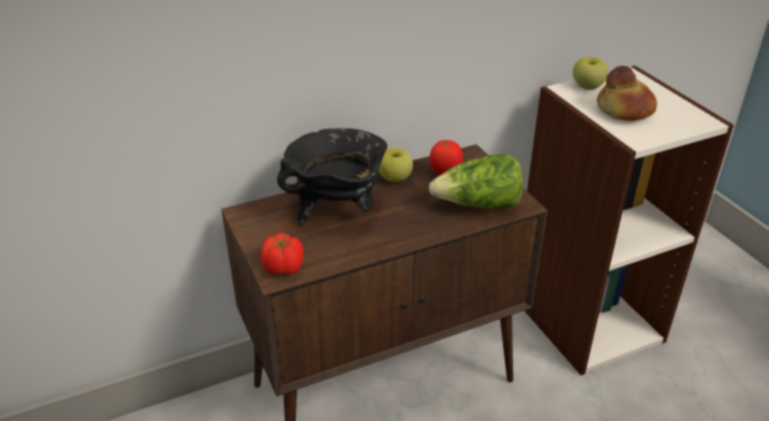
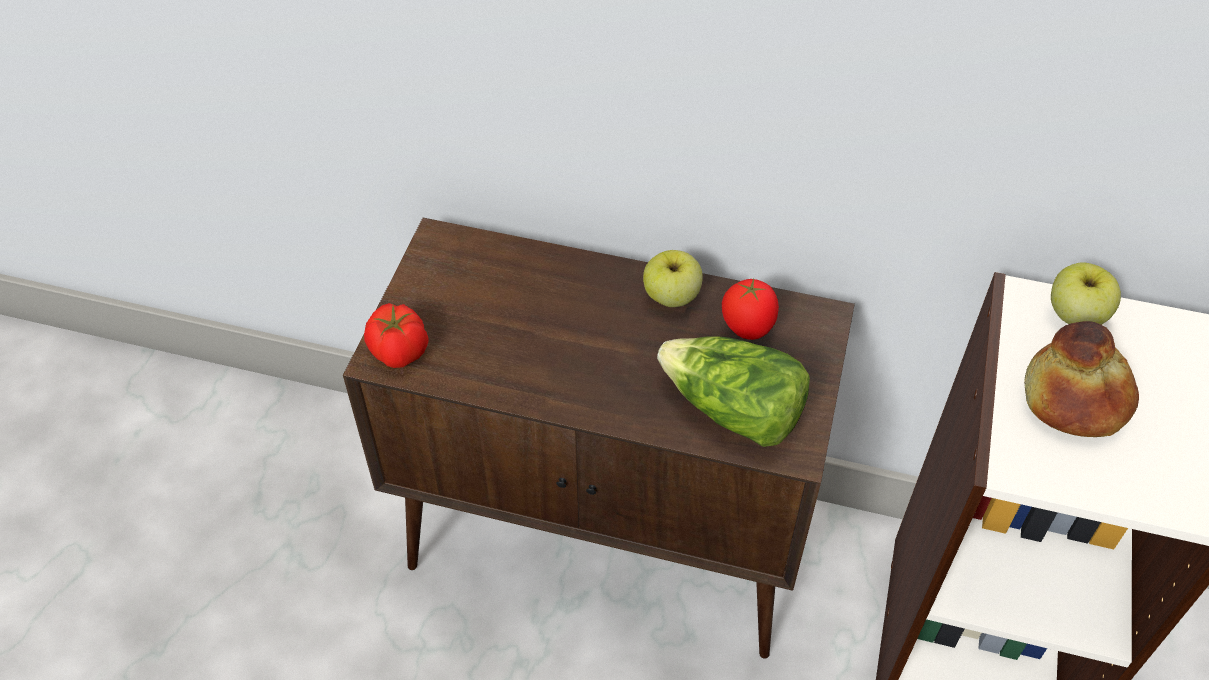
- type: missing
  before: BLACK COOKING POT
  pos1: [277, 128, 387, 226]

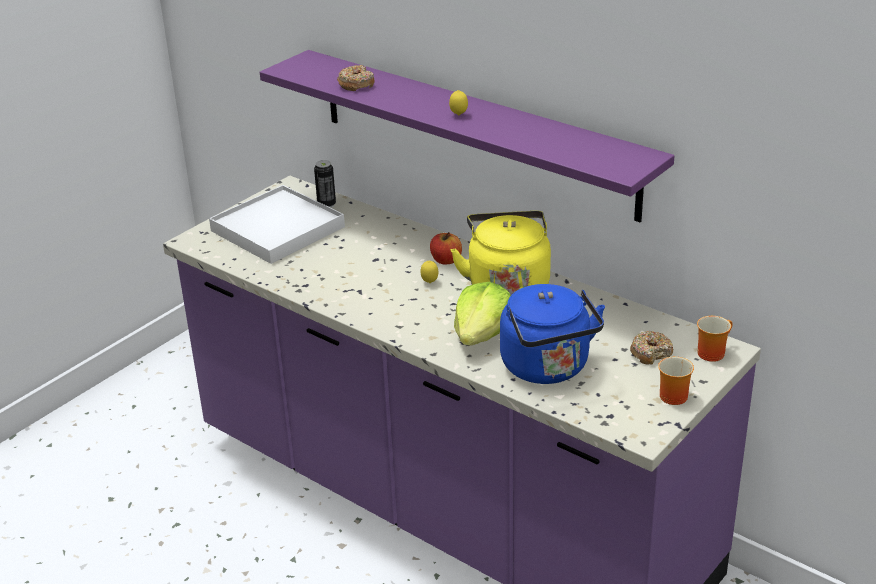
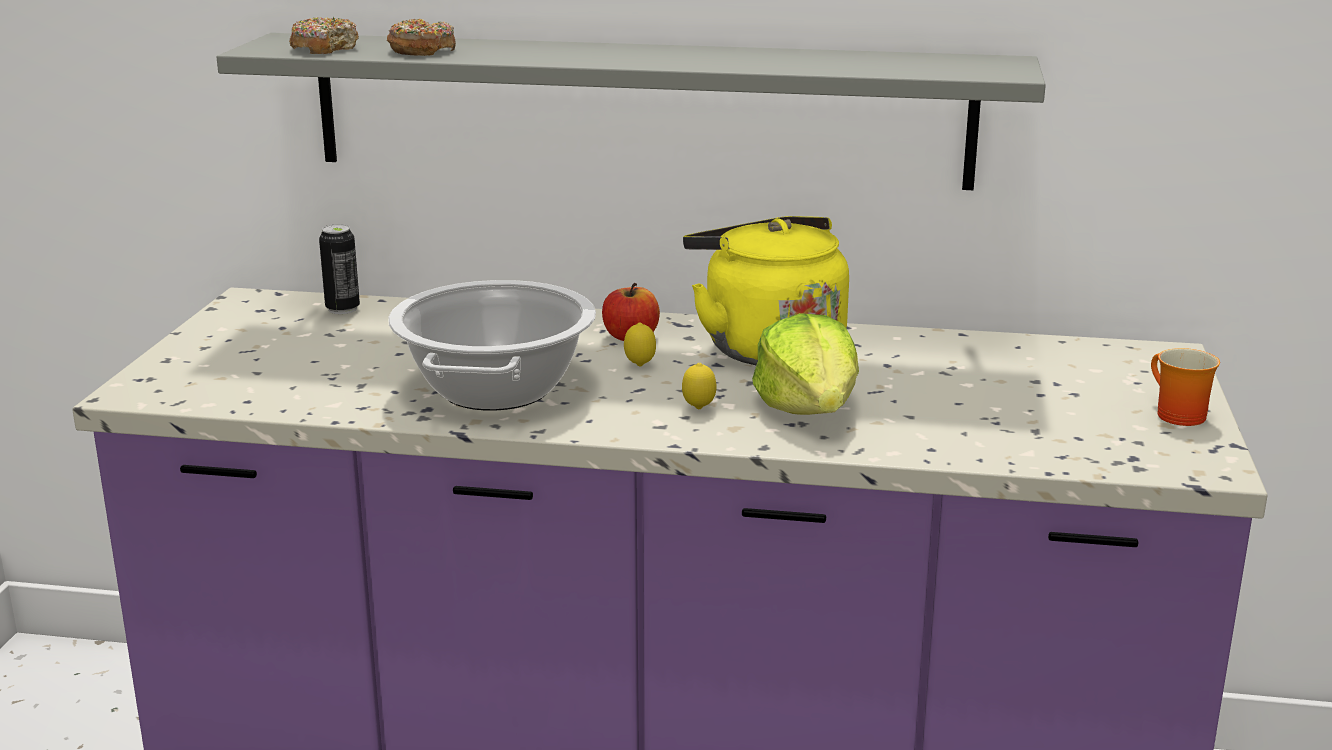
- type: colour
  before: PURPLE SHELF
  after: GREY SHELF
  pos1: [260, 50, 674, 222]
  pos2: [216, 33, 1046, 190]
- type: relocated
  before: DONUT
  pos1: [630, 331, 673, 365]
  pos2: [289, 17, 359, 54]
- type: appeared
  after: COOKING POT
  pos2: [388, 280, 596, 411]
- type: relocated
  before: LEMON
  pos1: [449, 90, 468, 116]
  pos2: [682, 363, 717, 409]
- type: missing
  before: WHITE TRAY
  pos1: [209, 185, 345, 264]
- type: missing
  before: BLUE KETTLE
  pos1: [500, 284, 605, 384]
- type: missing
  before: MUG
  pos1: [697, 316, 733, 362]

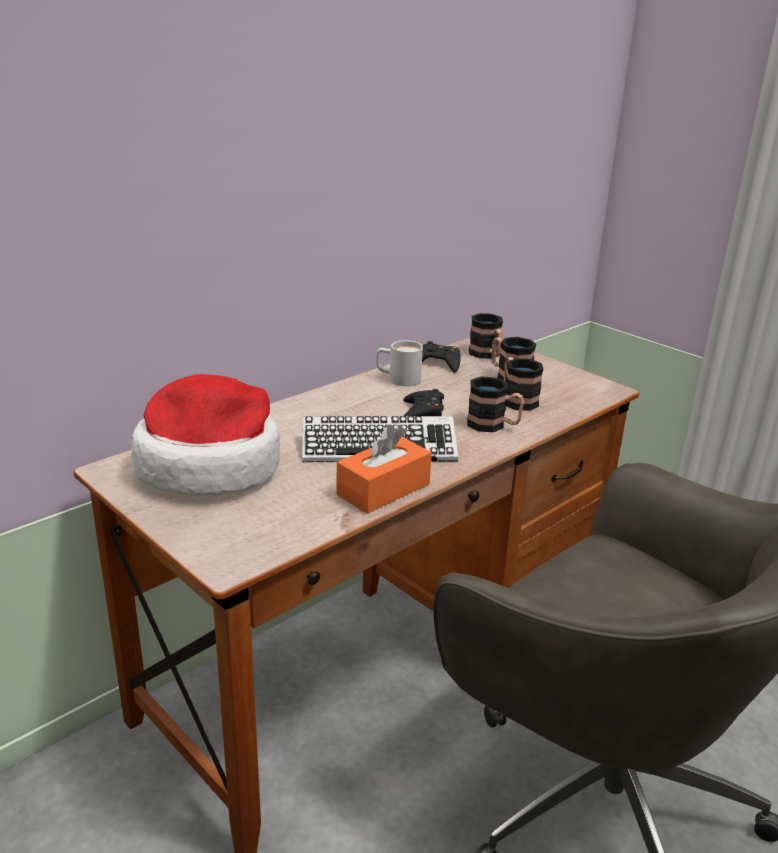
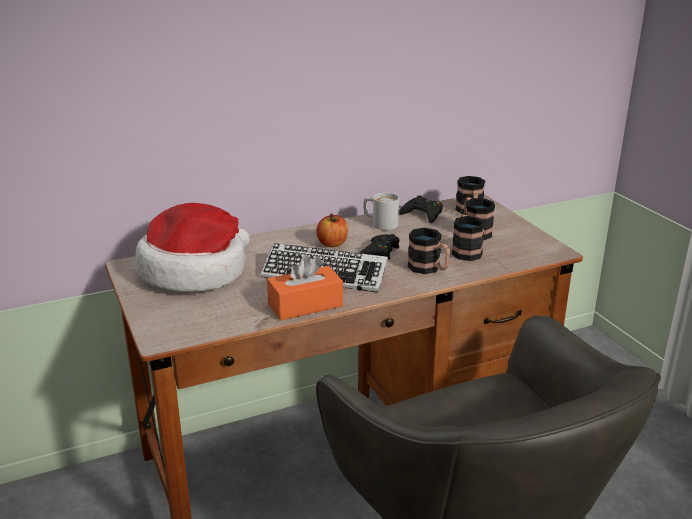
- type: appeared
  after: APPLE
  pos2: [316, 214, 348, 247]

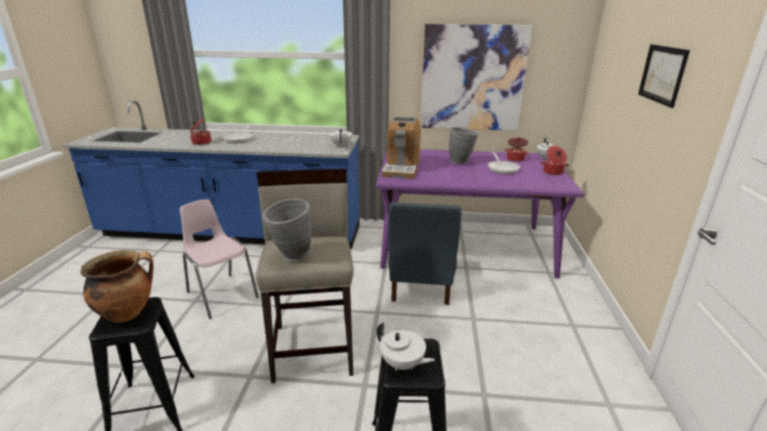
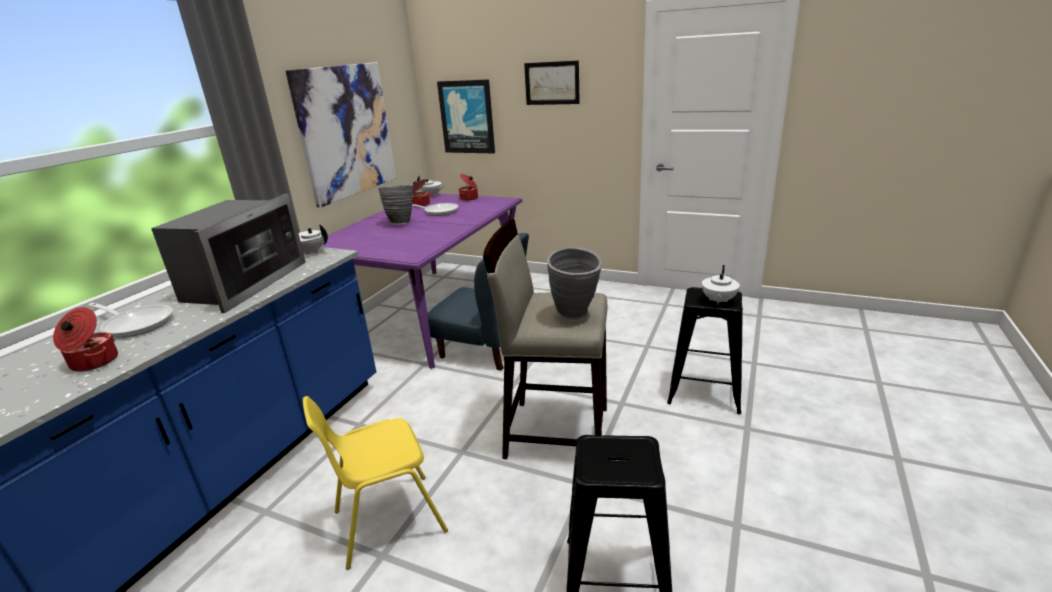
- type: appeared
  after: MICROWAVE
  pos2: [151, 194, 306, 313]
- type: colour
  before: PINK CHAIR
  after: YELLOW CHAIR
  pos1: [180, 199, 259, 319]
  pos2: [303, 396, 448, 570]
- type: appeared
  after: PICTURE
  pos2: [437, 79, 495, 153]
- type: spun
  before: WHITE TEAPOT
  pos1: [376, 322, 435, 371]
  pos2: [702, 265, 740, 305]
  turn: 150
- type: missing
  before: COOKING POT
  pos1: [81, 250, 154, 323]
- type: missing
  before: COFFEE MACHINE
  pos1: [382, 117, 421, 179]

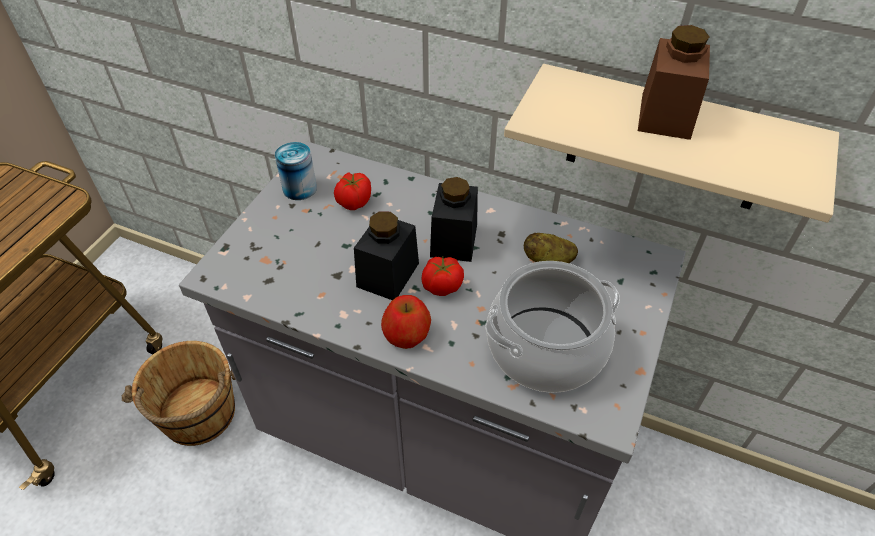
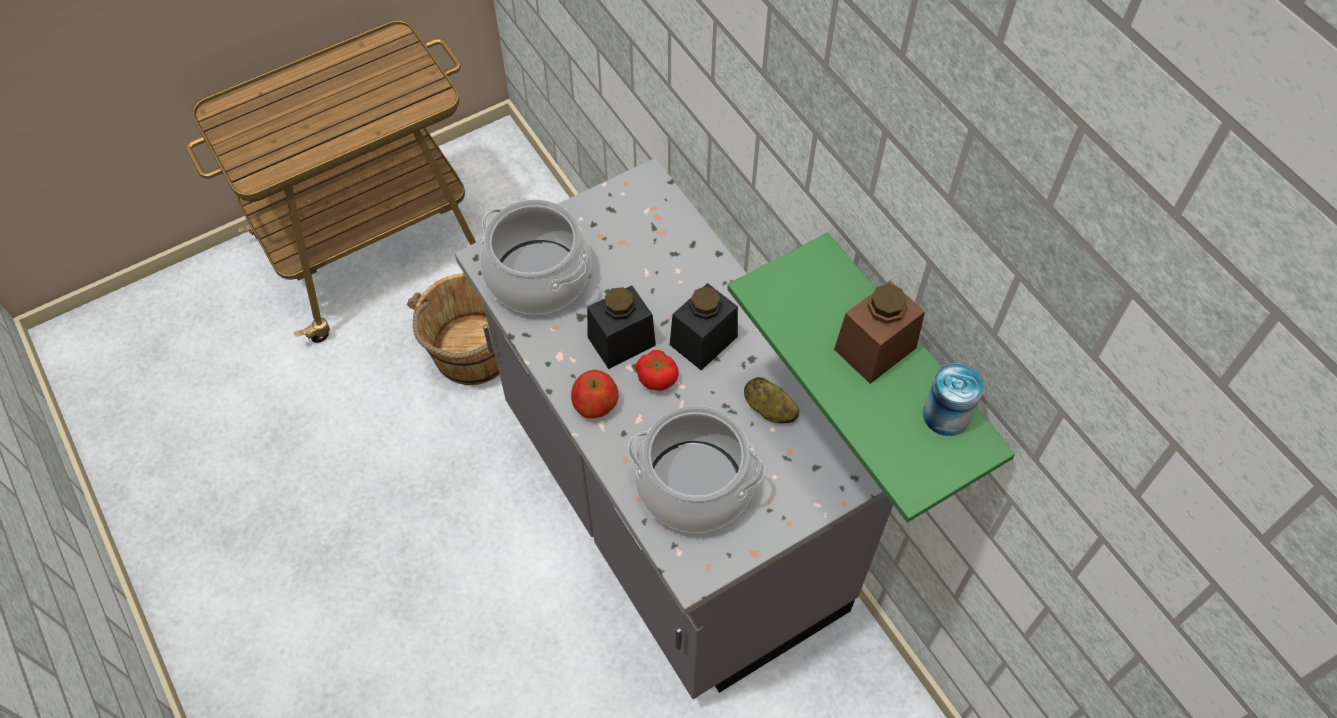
- type: appeared
  after: COOKING POT
  pos2: [480, 199, 591, 314]
- type: colour
  before: BEIGE SHELF
  after: GREEN SHELF
  pos1: [504, 64, 839, 223]
  pos2: [727, 233, 1015, 523]
- type: relocated
  before: CAN
  pos1: [275, 142, 317, 200]
  pos2: [923, 363, 984, 436]
- type: missing
  before: TOMATO
  pos1: [334, 172, 371, 210]

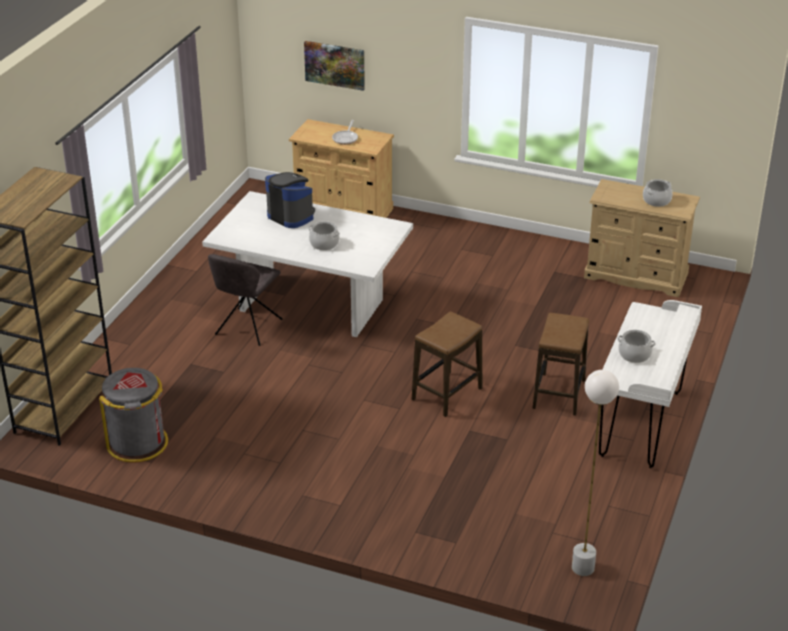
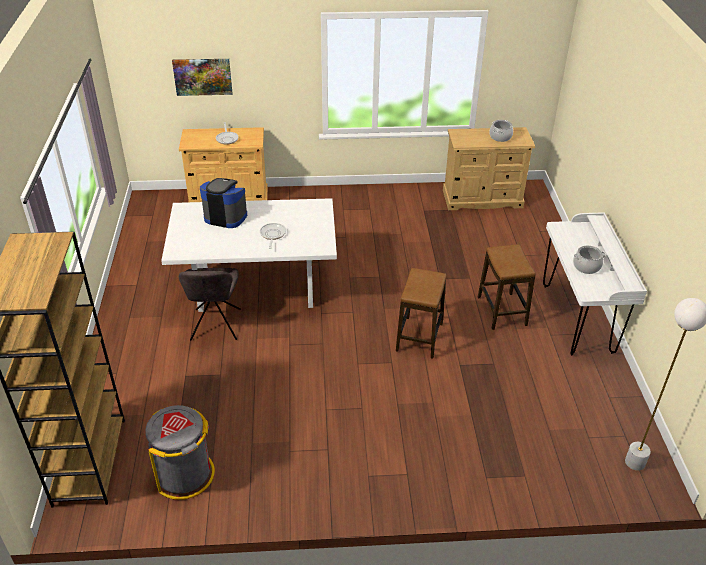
- type: exchanged
  before: COOKING POT
  after: FRYING PAN
  pos1: [308, 221, 340, 250]
  pos2: [260, 223, 286, 249]

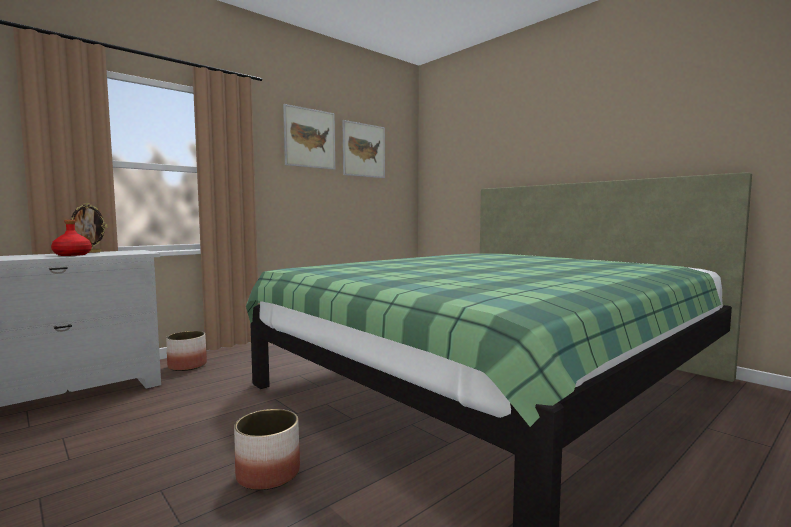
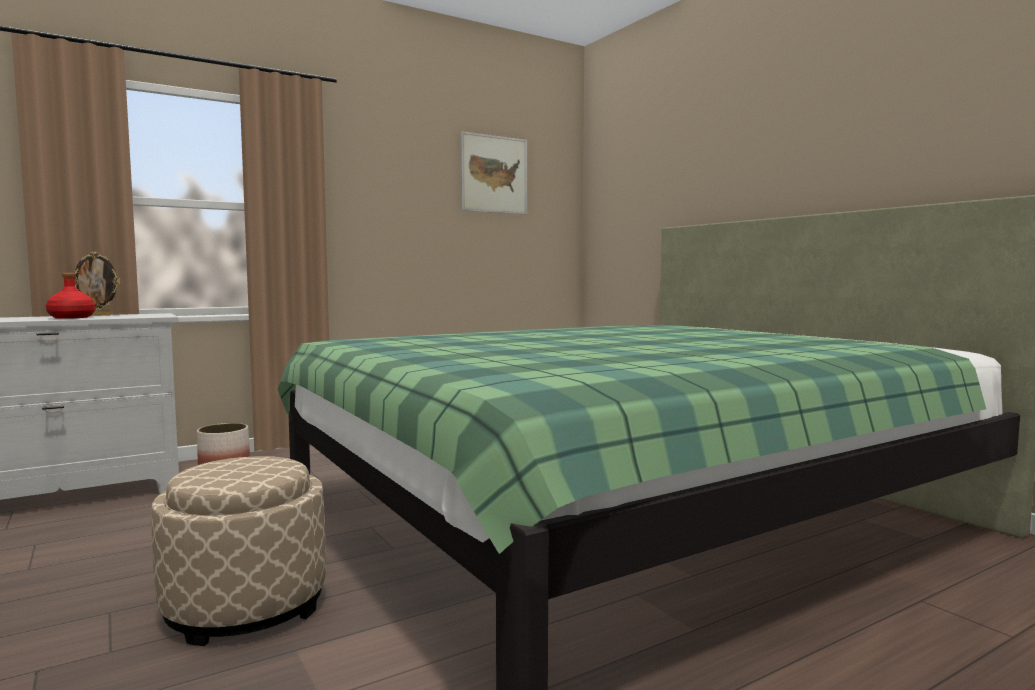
- type: exchanged
  before: PLANTER
  after: BEIGE OTTOMAN
  pos1: [234, 409, 300, 490]
  pos2: [151, 456, 326, 646]
- type: missing
  before: PICTURE
  pos1: [283, 104, 335, 170]

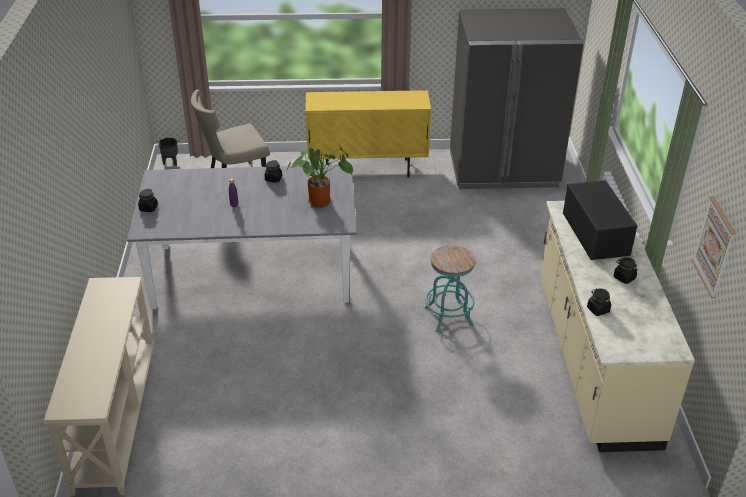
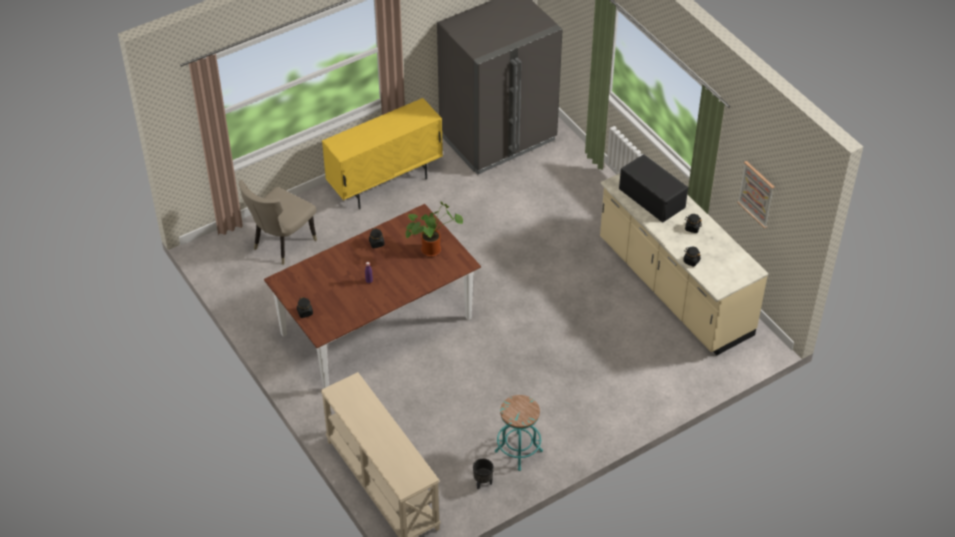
- type: colour
  before: GREY DINING TABLE
  after: BROWN DINING TABLE
  pos1: [127, 165, 357, 309]
  pos2: [264, 204, 481, 389]
- type: relocated
  before: BLACK PLANTER
  pos1: [159, 137, 178, 166]
  pos2: [473, 459, 493, 489]
- type: relocated
  before: TURQUOISE STOOL
  pos1: [425, 245, 475, 332]
  pos2: [495, 395, 543, 471]

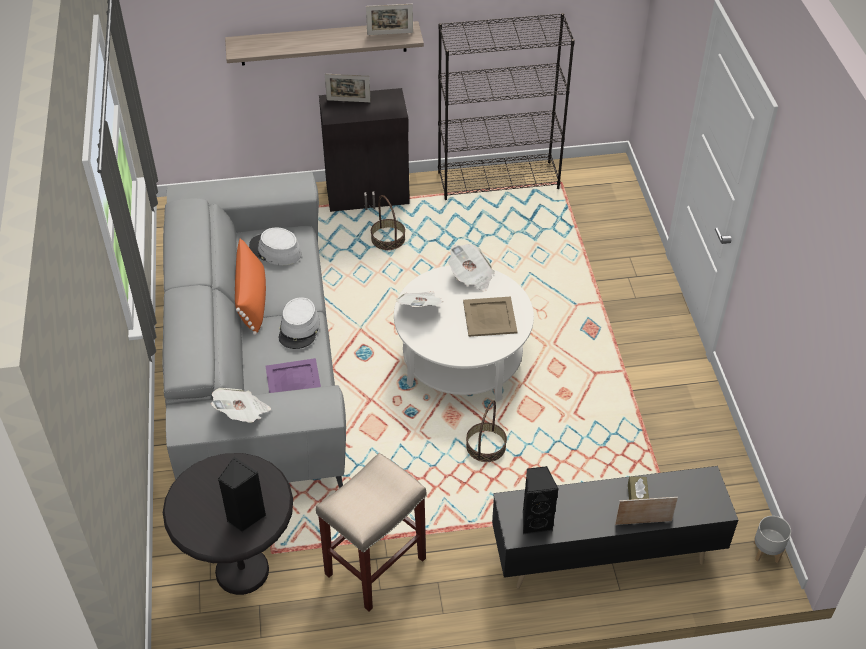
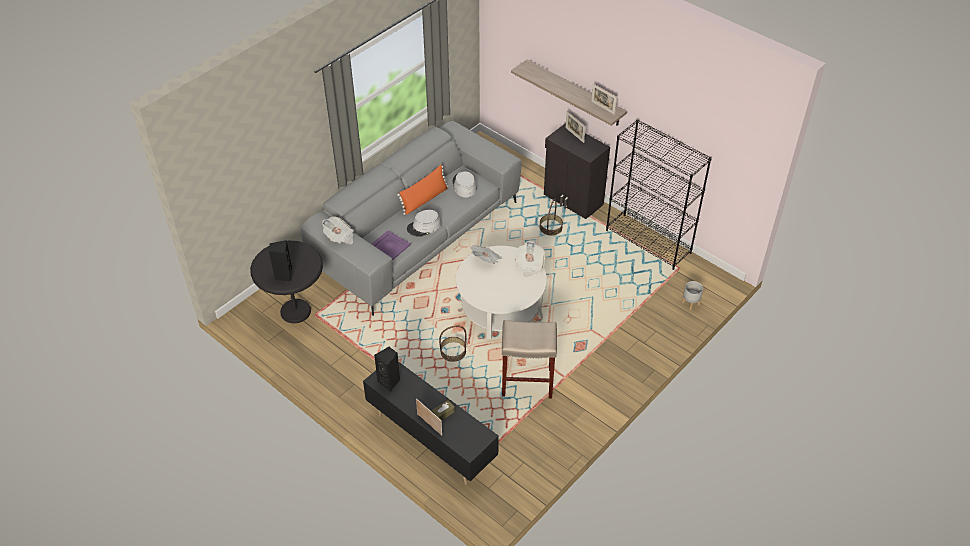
- type: relocated
  before: BEIGE STOOL
  pos1: [316, 453, 426, 611]
  pos2: [502, 320, 557, 399]
- type: relocated
  before: GREY PLANTER
  pos1: [754, 516, 791, 563]
  pos2: [682, 281, 703, 310]
- type: missing
  before: BEIGE TRAY
  pos1: [463, 297, 517, 337]

